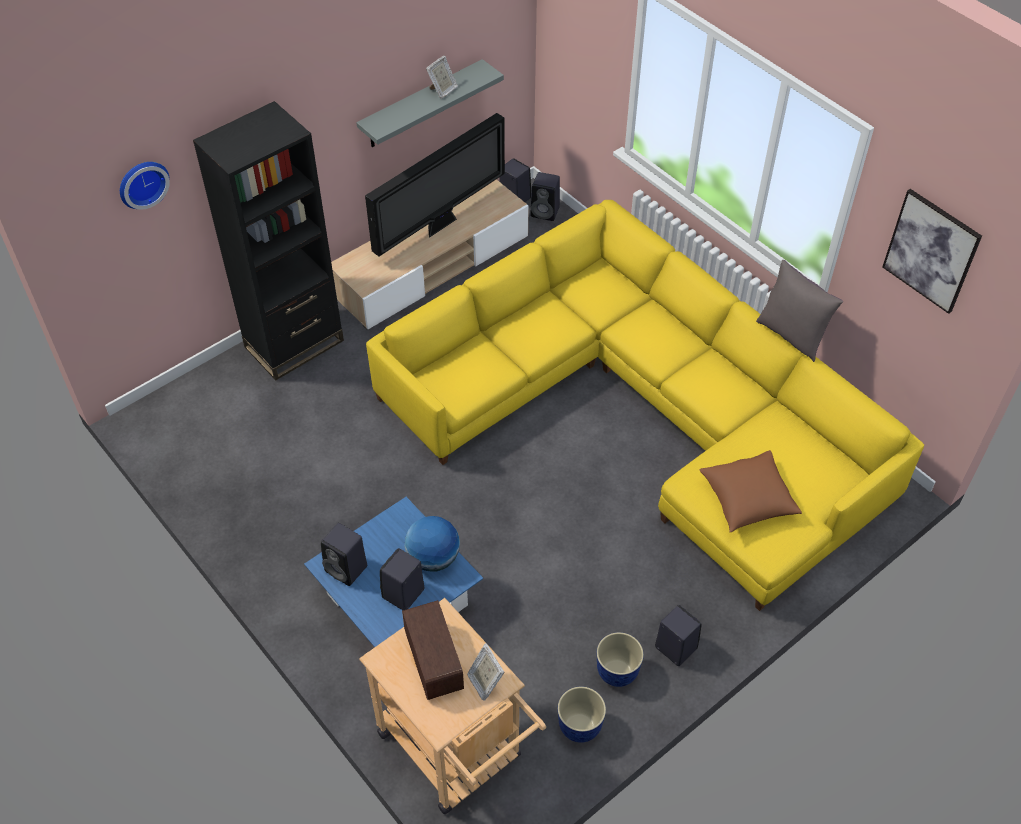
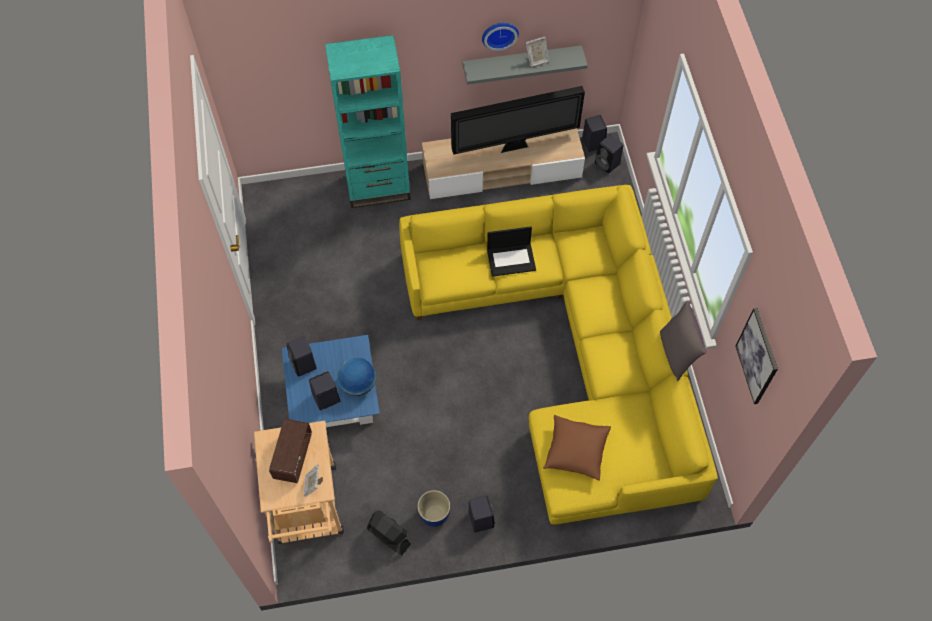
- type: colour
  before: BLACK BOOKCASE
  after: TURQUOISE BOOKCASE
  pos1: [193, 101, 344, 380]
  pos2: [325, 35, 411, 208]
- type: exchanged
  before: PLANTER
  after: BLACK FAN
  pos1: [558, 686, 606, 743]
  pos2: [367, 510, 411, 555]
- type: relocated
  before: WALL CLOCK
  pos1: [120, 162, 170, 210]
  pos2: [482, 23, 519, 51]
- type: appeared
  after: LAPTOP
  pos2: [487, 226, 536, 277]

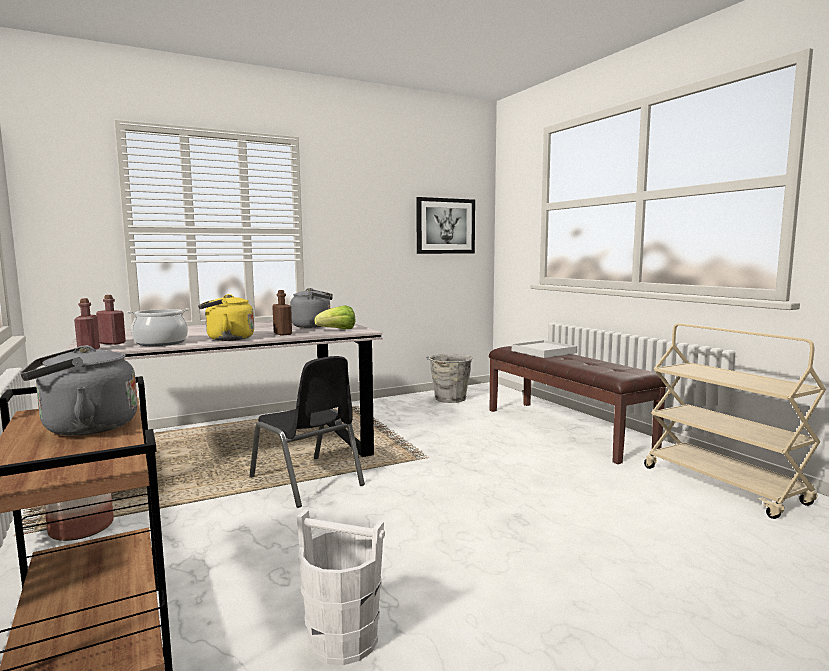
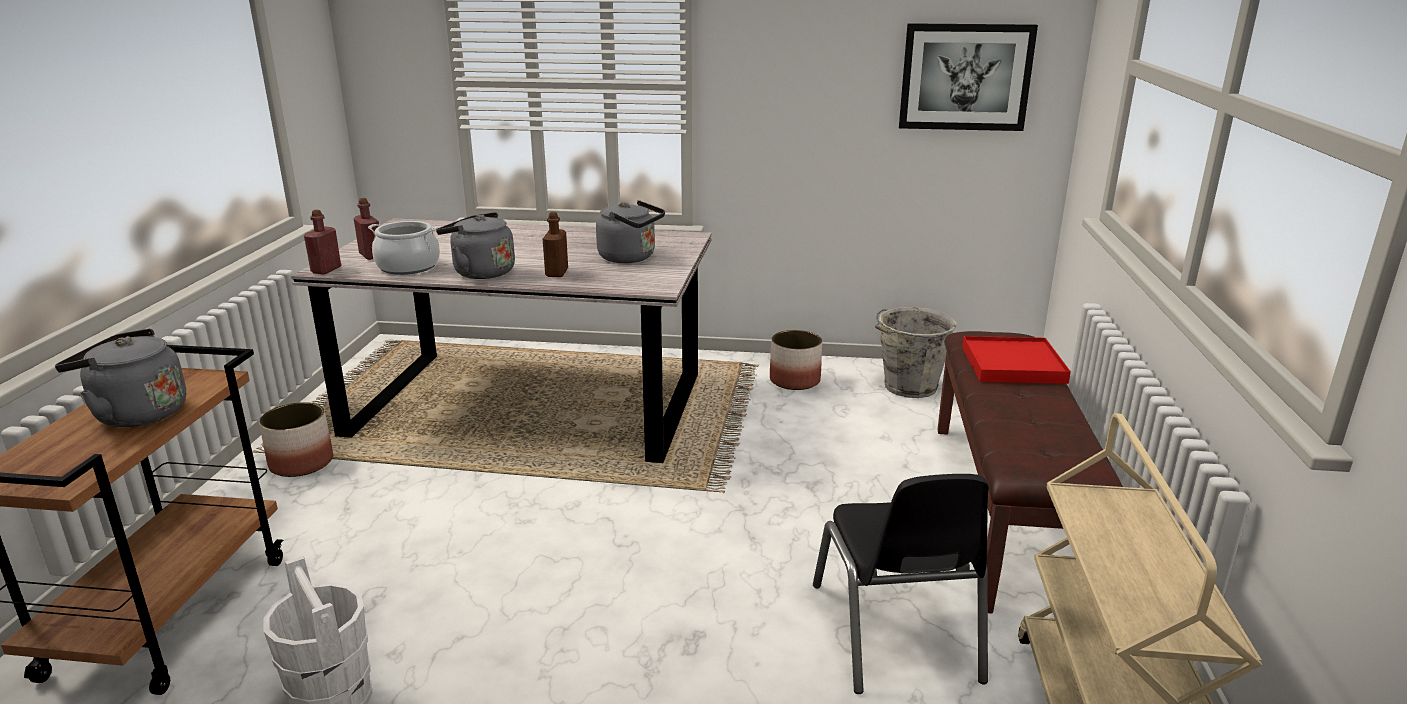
- type: colour
  before: YELLOW KETTLE
  after: GREY KETTLE
  pos1: [198, 294, 254, 341]
  pos2: [436, 212, 515, 279]
- type: appeared
  after: PLANTER
  pos2: [770, 330, 822, 390]
- type: relocated
  before: BLACK CHAIR
  pos1: [249, 356, 365, 508]
  pos2: [813, 474, 988, 694]
- type: colour
  before: WHITE TRAY
  after: RED TRAY
  pos1: [512, 340, 577, 358]
  pos2: [962, 336, 1071, 384]
- type: missing
  before: LETTUCE
  pos1: [314, 305, 355, 329]

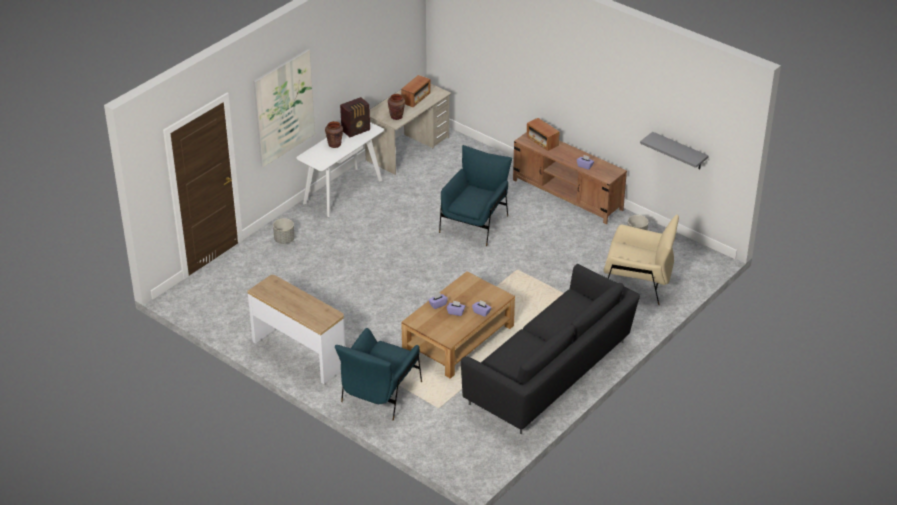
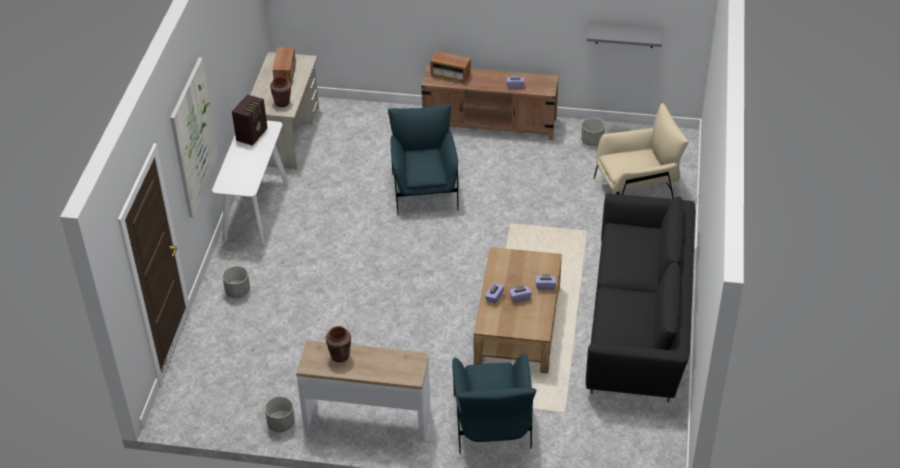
- type: appeared
  after: GREY PLANTER
  pos2: [265, 396, 295, 432]
- type: relocated
  before: BROWN VASE
  pos1: [325, 121, 343, 148]
  pos2: [325, 326, 351, 362]

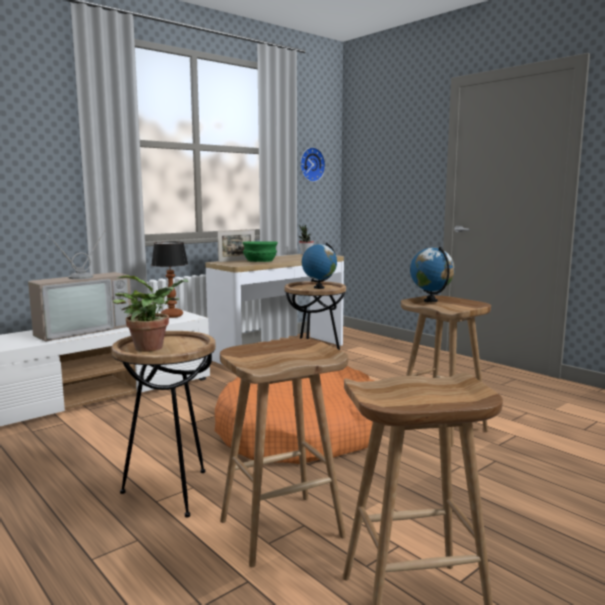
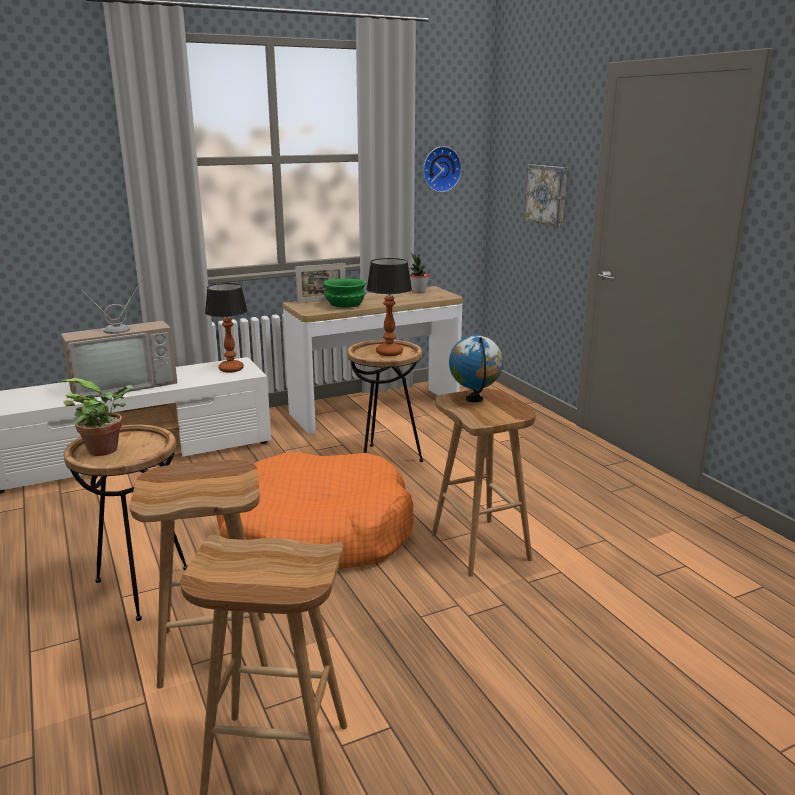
- type: exchanged
  before: GLOBE
  after: TABLE LAMP
  pos1: [302, 242, 337, 289]
  pos2: [366, 258, 412, 356]
- type: appeared
  after: PICTURE
  pos2: [524, 165, 567, 227]

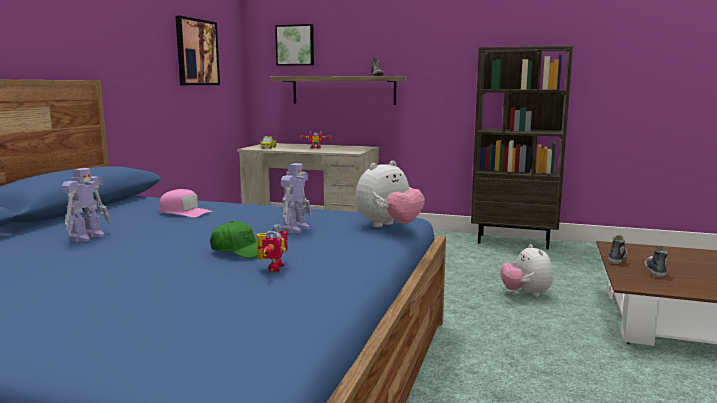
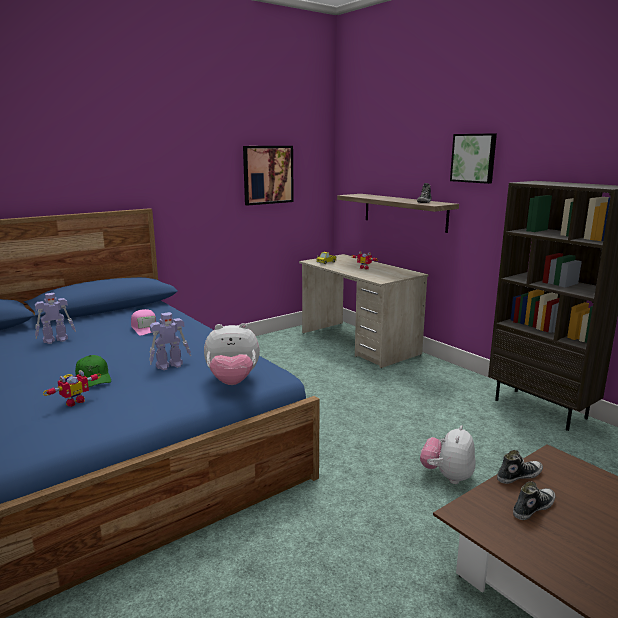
- type: relocated
  before: PICTURE
  pos1: [275, 24, 314, 66]
  pos2: [450, 133, 497, 184]

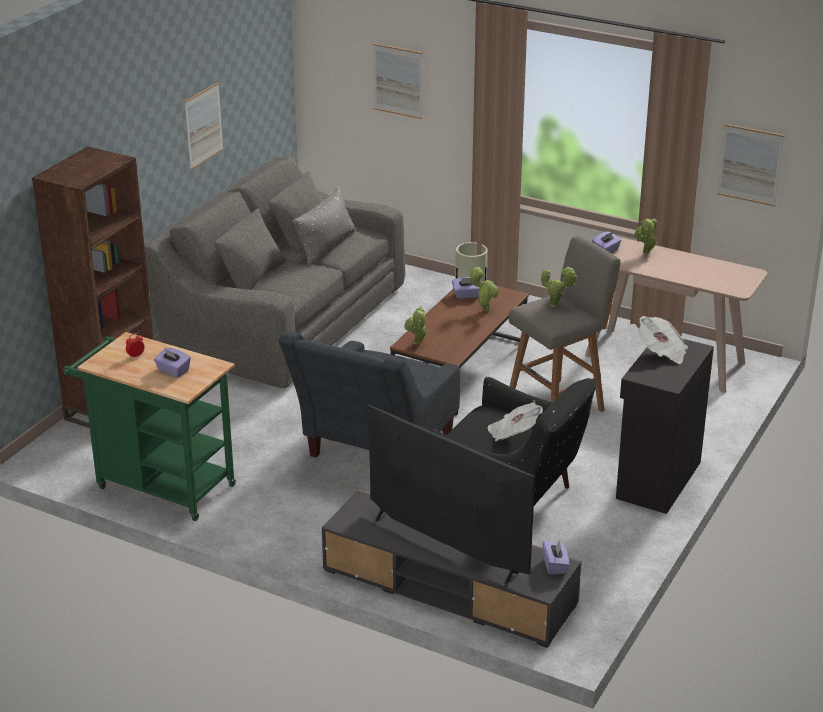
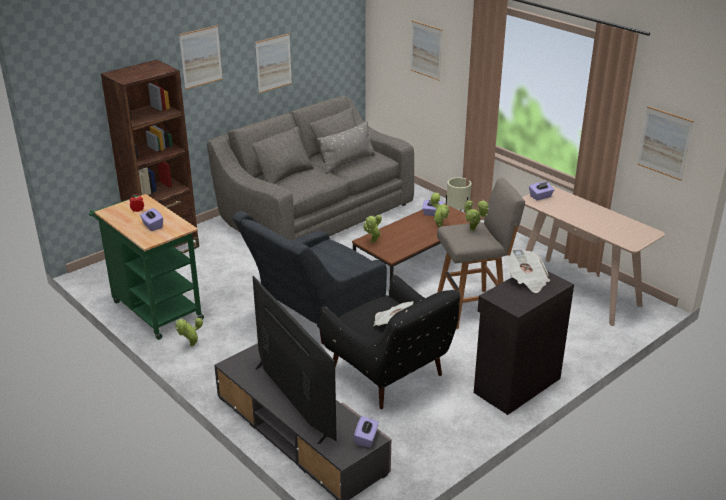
- type: relocated
  before: POTTED PLANT
  pos1: [634, 218, 657, 254]
  pos2: [175, 318, 203, 346]
- type: appeared
  after: PICTURE
  pos2: [179, 25, 223, 90]

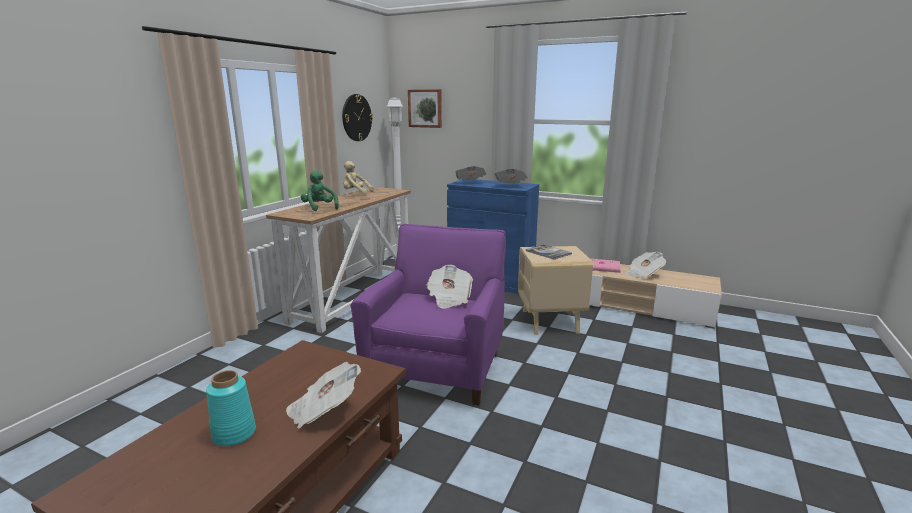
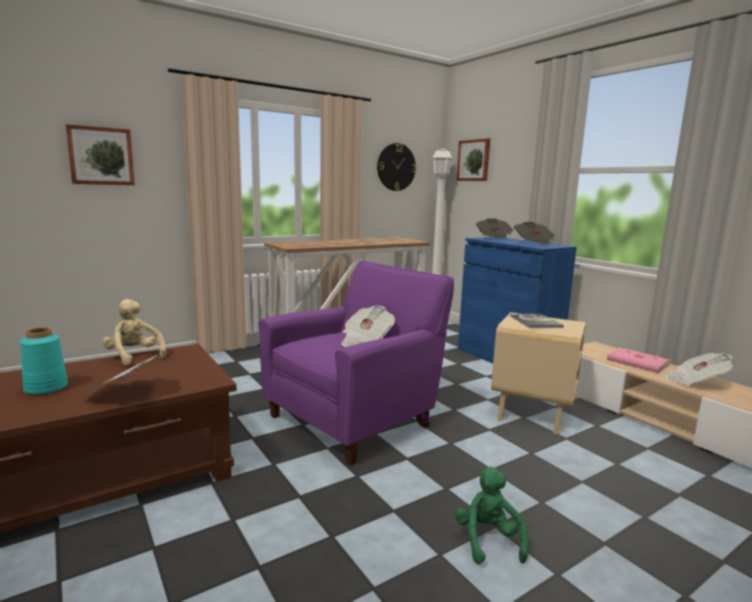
- type: appeared
  after: PICTURE
  pos2: [66, 124, 135, 185]
- type: relocated
  before: BEIGE PLUSH TOY
  pos1: [343, 161, 374, 194]
  pos2: [102, 299, 166, 365]
- type: relocated
  before: GREEN PLUSH TOY
  pos1: [301, 170, 339, 211]
  pos2: [455, 467, 528, 564]

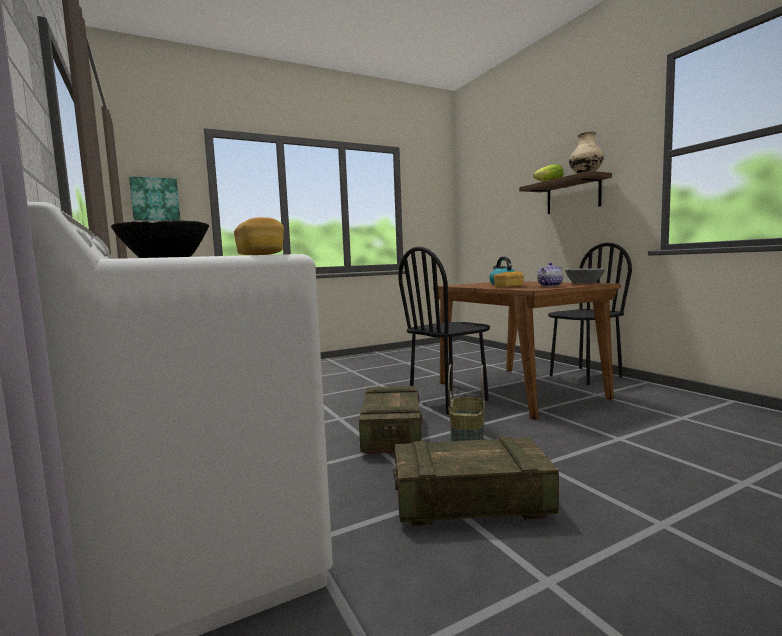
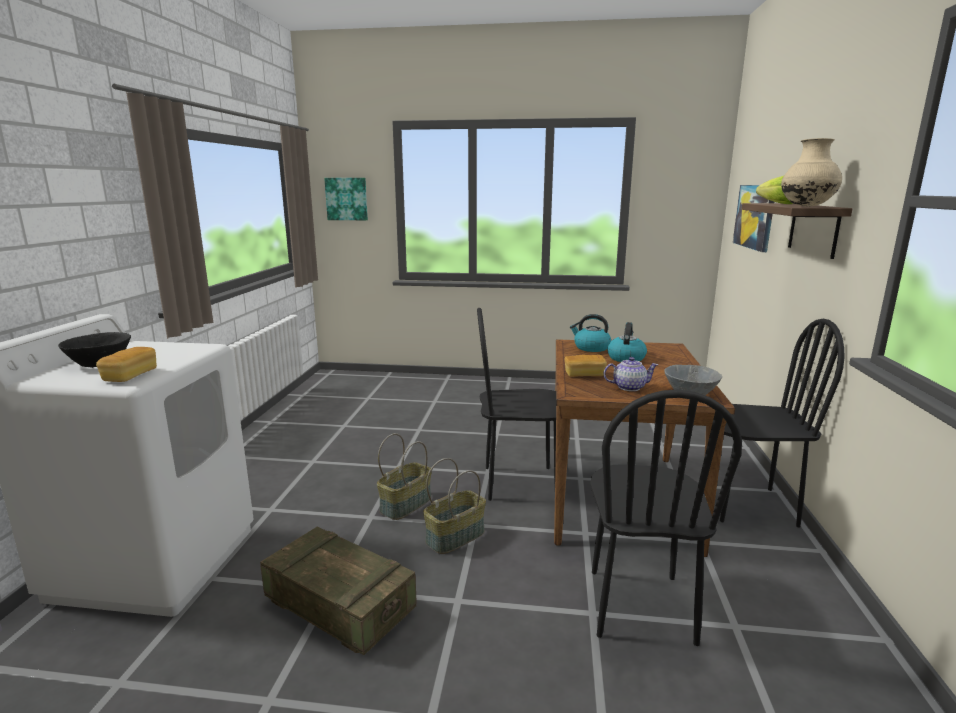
- type: exchanged
  before: CRATE
  after: BASKET
  pos1: [359, 386, 422, 454]
  pos2: [377, 433, 432, 520]
- type: appeared
  after: KETTLE
  pos2: [570, 314, 611, 352]
- type: appeared
  after: BLACK CHAIR
  pos2: [590, 390, 742, 646]
- type: appeared
  after: PICTURE
  pos2: [733, 185, 774, 252]

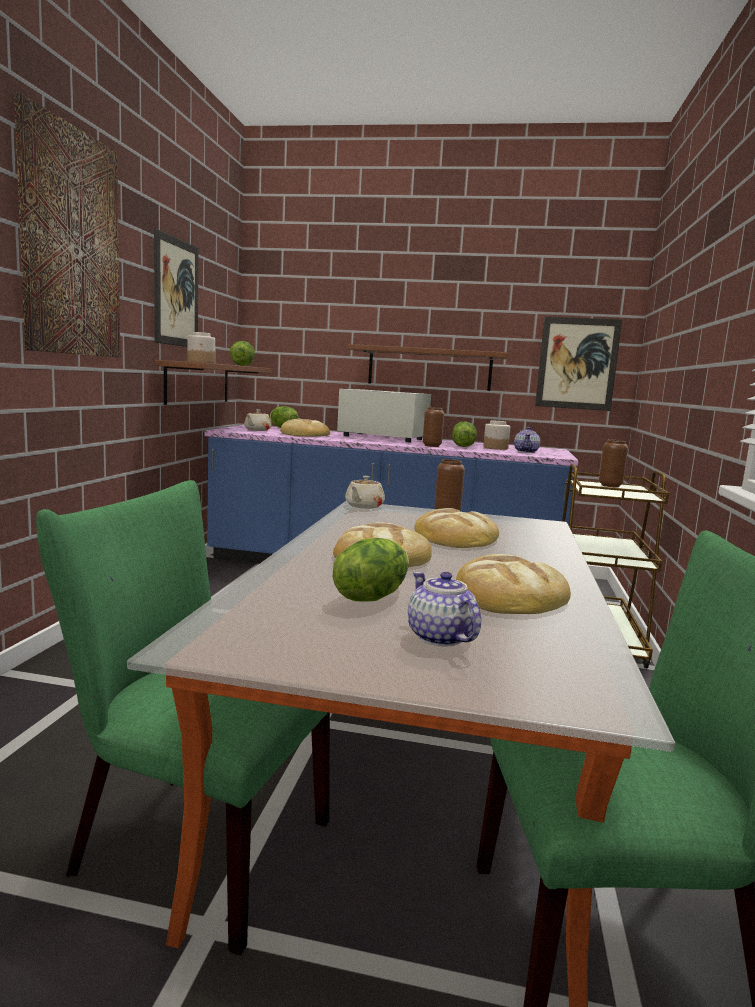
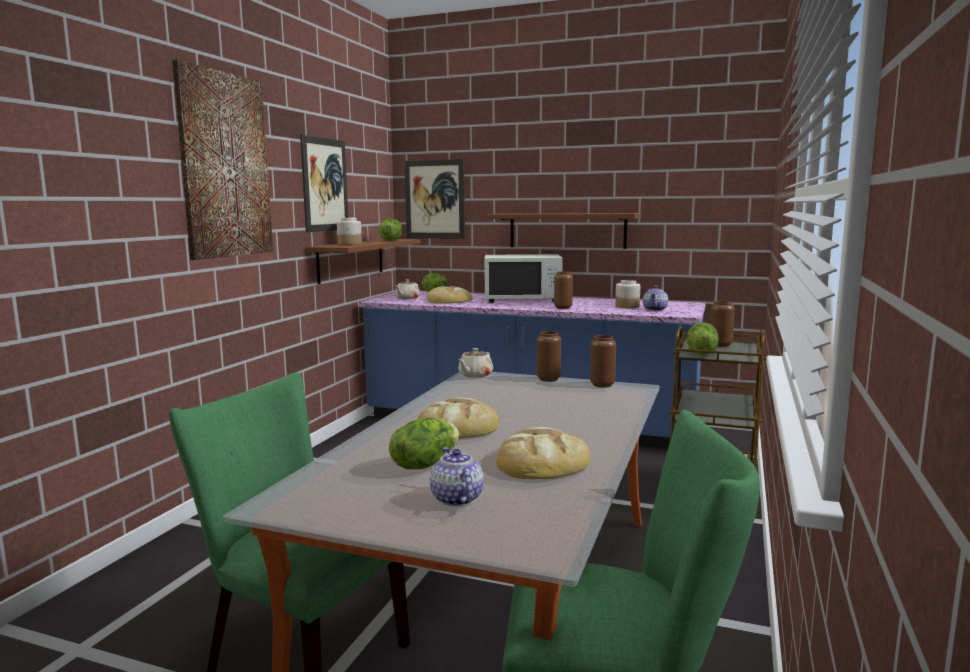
- type: relocated
  before: PICTURE
  pos1: [535, 316, 622, 411]
  pos2: [404, 159, 465, 239]
- type: spun
  before: WHITE MICROWAVE
  pos1: [337, 389, 431, 442]
  pos2: [484, 254, 563, 303]
  turn: 150
- type: appeared
  after: BROWN VASE
  pos2: [590, 335, 616, 388]
- type: relocated
  before: LETTUCE
  pos1: [452, 421, 477, 447]
  pos2: [687, 323, 719, 355]
- type: missing
  before: BREAD
  pos1: [414, 508, 499, 548]

